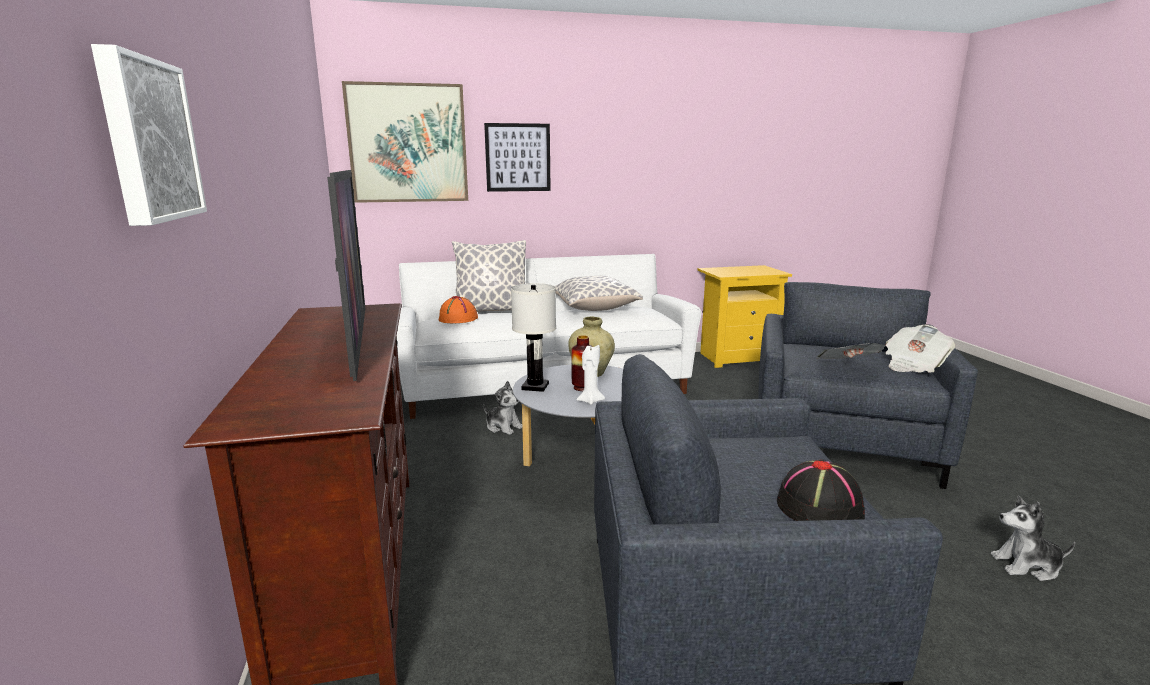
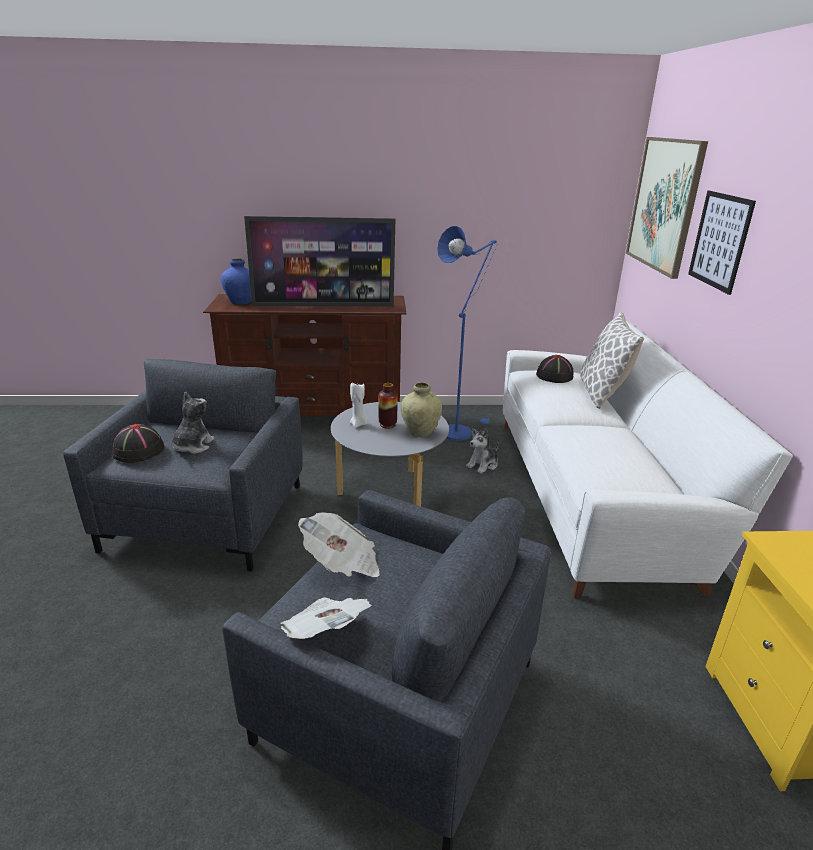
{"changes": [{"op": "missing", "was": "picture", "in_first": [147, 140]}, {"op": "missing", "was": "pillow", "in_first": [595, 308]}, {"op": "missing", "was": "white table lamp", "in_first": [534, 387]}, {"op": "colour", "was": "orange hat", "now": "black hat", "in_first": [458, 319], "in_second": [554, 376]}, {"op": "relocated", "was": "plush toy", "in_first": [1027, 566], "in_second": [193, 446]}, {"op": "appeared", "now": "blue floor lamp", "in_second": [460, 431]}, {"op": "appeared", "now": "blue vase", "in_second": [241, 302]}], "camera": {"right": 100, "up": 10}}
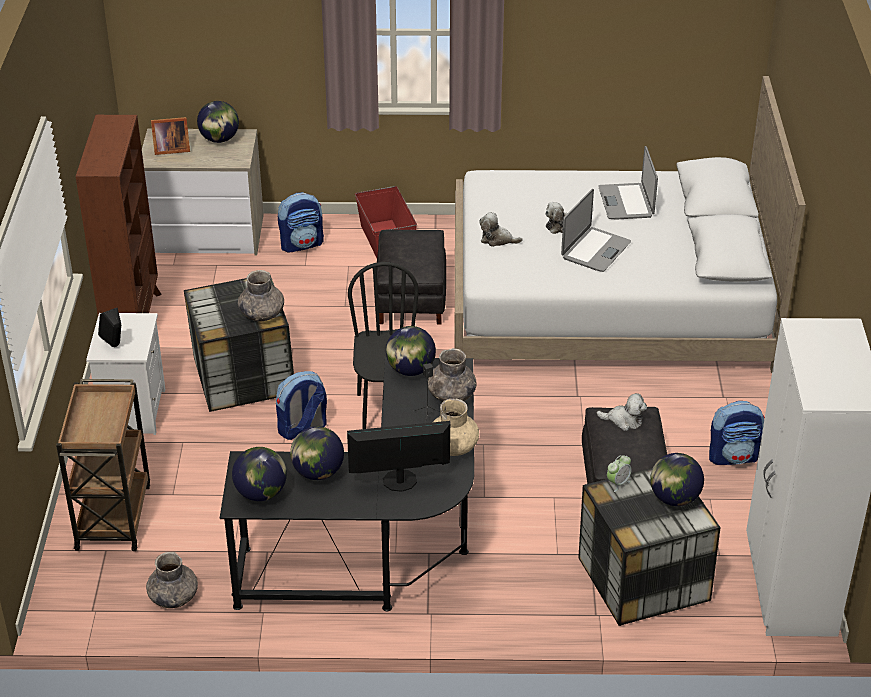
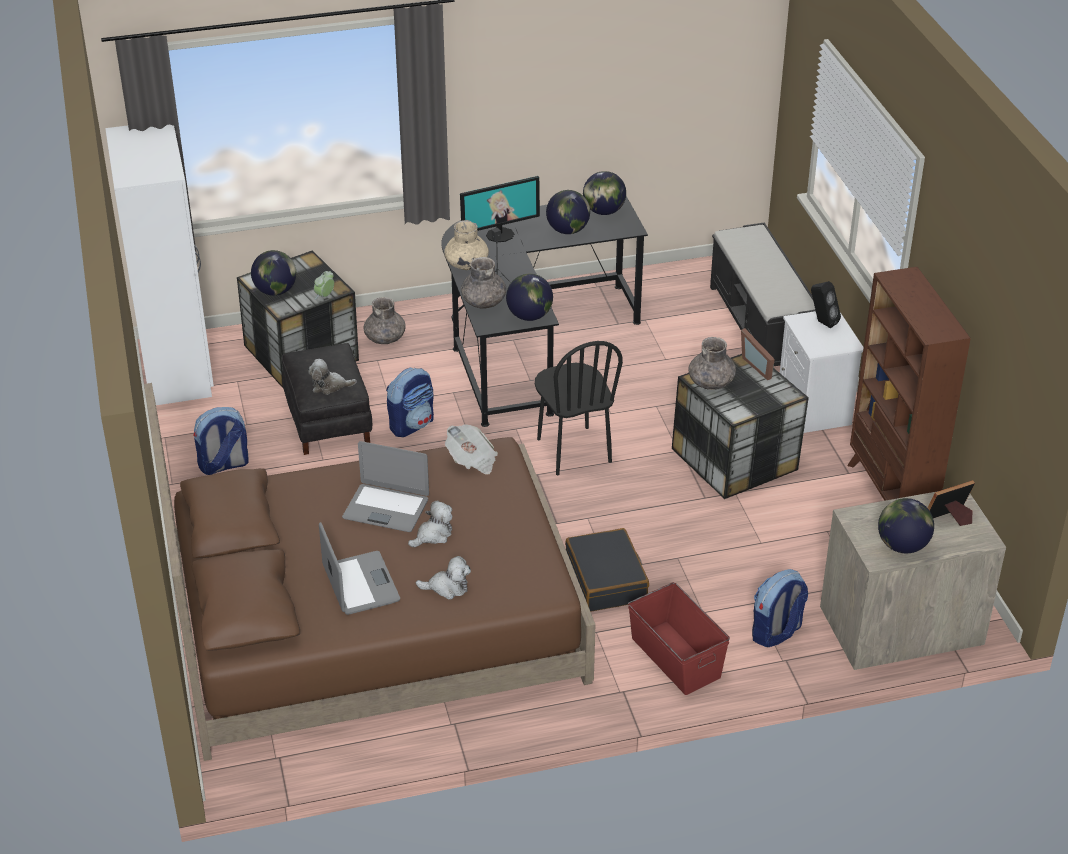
{"changes": [{"op": "colour", "was": "white bed", "now": "brown bed", "in_first": [608, 300], "in_second": [375, 622]}, {"op": "spun", "was": "laptop", "in_first": [595, 250], "in_second": [386, 508], "clockwise": -90}, {"op": "relocated", "was": "plush toy", "in_first": [497, 239], "in_second": [447, 587]}, {"op": "exchanged", "was": "black ottoman", "now": "black suitcase", "in_first": [411, 299], "in_second": [606, 580]}, {"op": "relocated", "was": "backpack", "in_first": [302, 429], "in_second": [412, 424]}, {"op": "exchanged", "was": "brown cart", "now": "black bench", "in_first": [113, 515], "in_second": [761, 327]}, {"op": "relocated", "was": "grey vase", "in_first": [173, 596], "in_second": [385, 338]}, {"op": "appeared", "now": "picture frame", "in_second": [759, 365]}, {"op": "appeared", "now": "newspaper", "in_second": [472, 460]}], "camera": {"right": 165, "up": 0}}
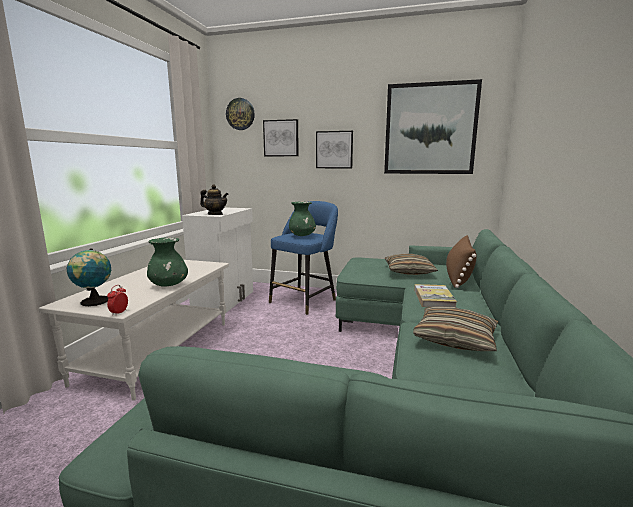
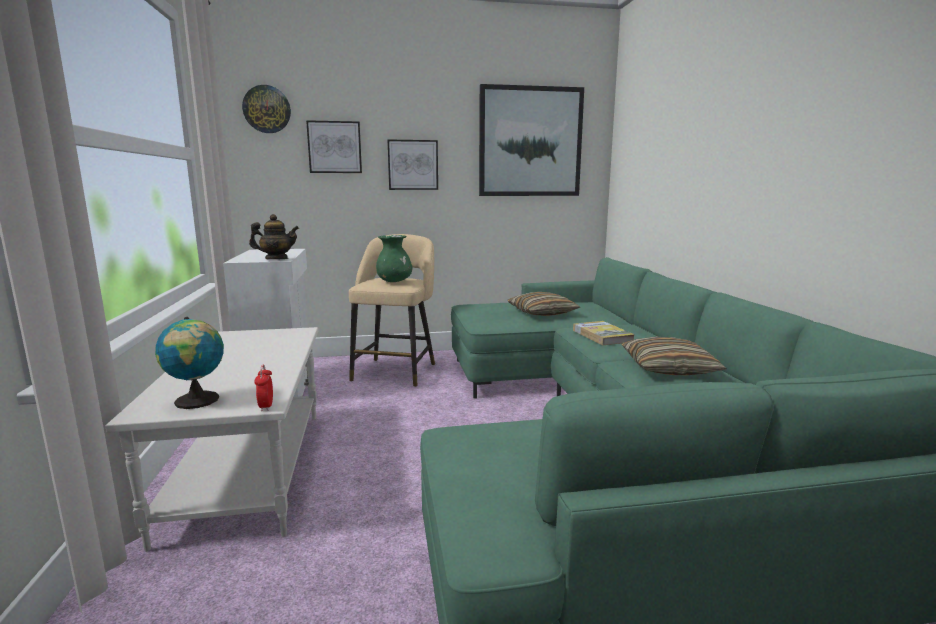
{"changes": [{"op": "colour", "was": "blue stool", "now": "beige stool", "in_first": [305, 300], "in_second": [396, 370]}, {"op": "missing", "was": "brown pillow", "in_first": [458, 276]}, {"op": "missing", "was": "green vase", "in_first": [169, 285]}], "camera": {"right": -25, "up": 0}}
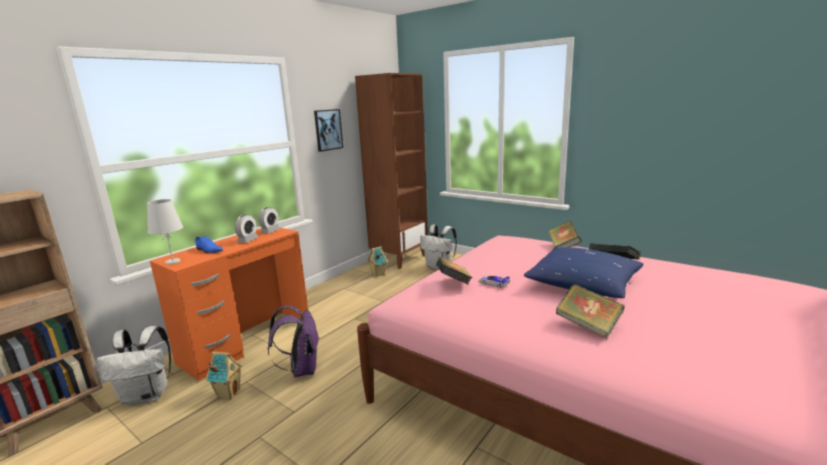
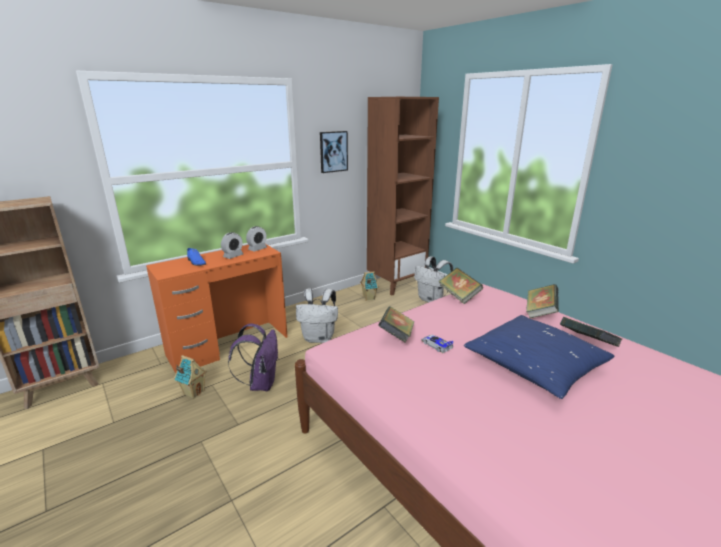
{"changes": [{"op": "missing", "was": "white table lamp", "in_first": [172, 261]}, {"op": "relocated", "was": "book", "in_first": [588, 325], "in_second": [459, 296]}, {"op": "relocated", "was": "white backpack", "in_first": [147, 395], "in_second": [319, 338]}], "camera": {"right": 15, "up": 5}}
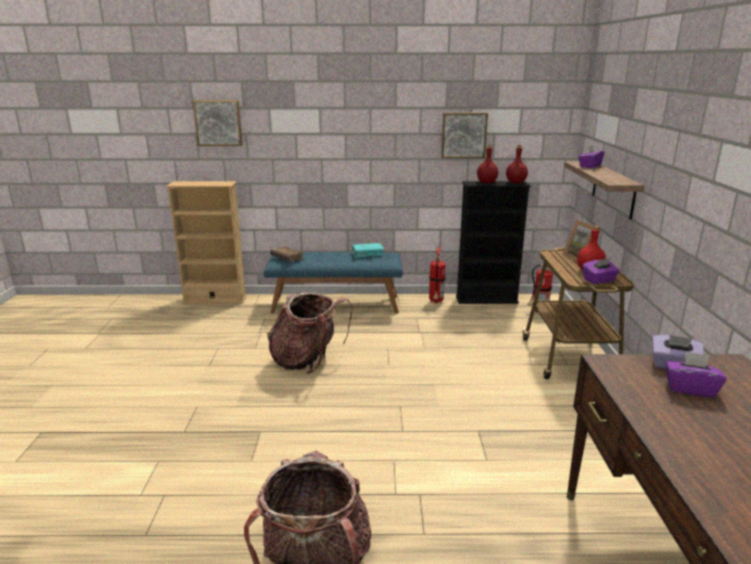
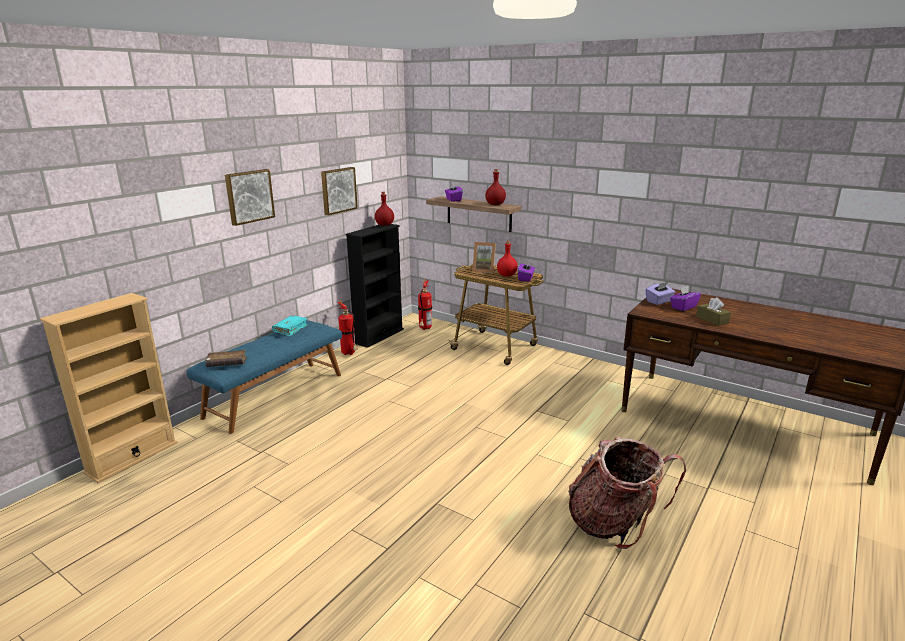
{"changes": [{"op": "relocated", "was": "picture", "in_first": [218, 123], "in_second": [249, 196]}, {"op": "relocated", "was": "red bottle", "in_first": [487, 182], "in_second": [495, 204]}, {"op": "missing", "was": "backpack", "in_first": [307, 360]}, {"op": "appeared", "now": "brown tissue box", "in_second": [712, 320]}], "camera": {"right": -55, "up": 0}}
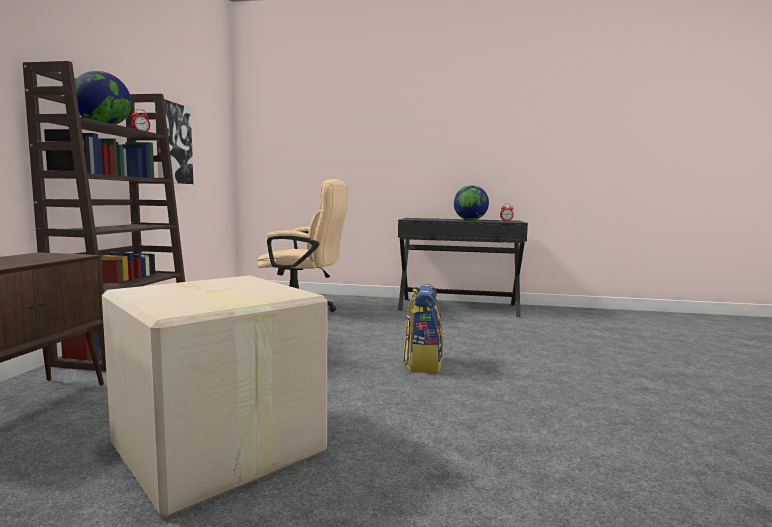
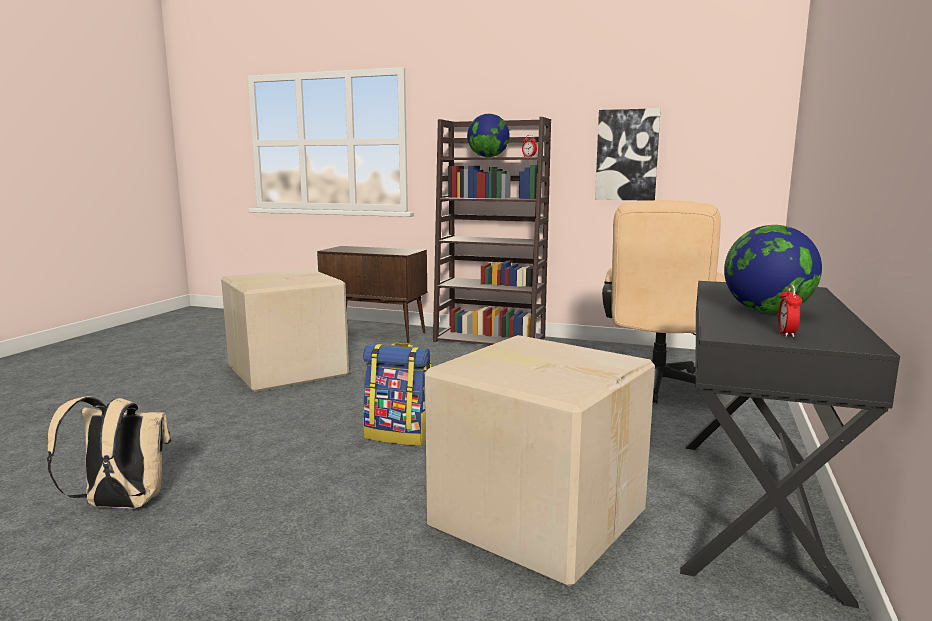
{"changes": [{"op": "appeared", "now": "cardboard box", "in_second": [536, 517]}, {"op": "appeared", "now": "beige backpack", "in_second": [121, 505]}], "camera": {"right": 100, "up": 5}}
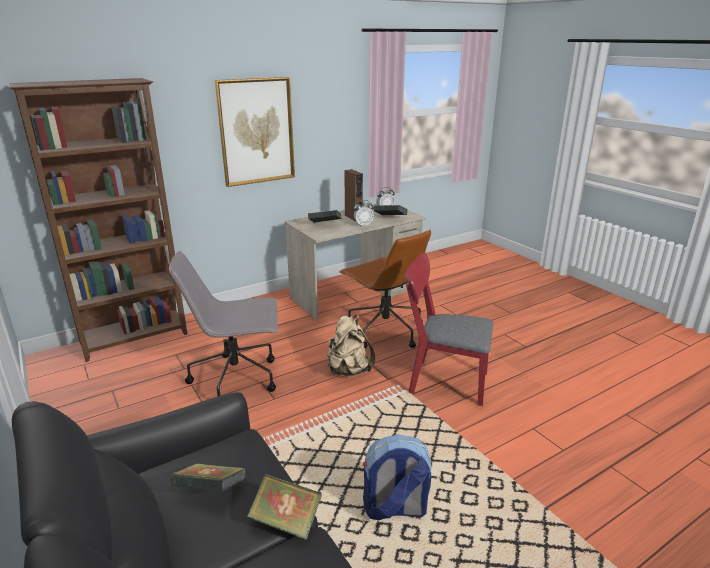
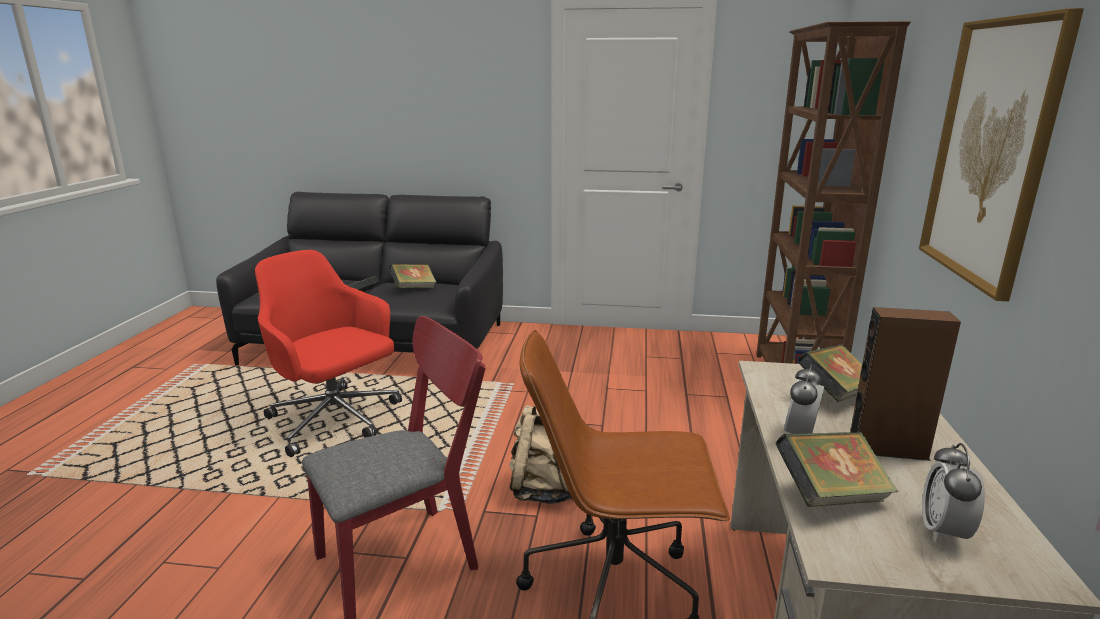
{"changes": [{"op": "missing", "was": "grey office chair", "in_first": [237, 378]}, {"op": "exchanged", "was": "backpack", "now": "red office chair", "in_first": [394, 509], "in_second": [335, 420]}], "camera": {"right": 130, "up": -5}}
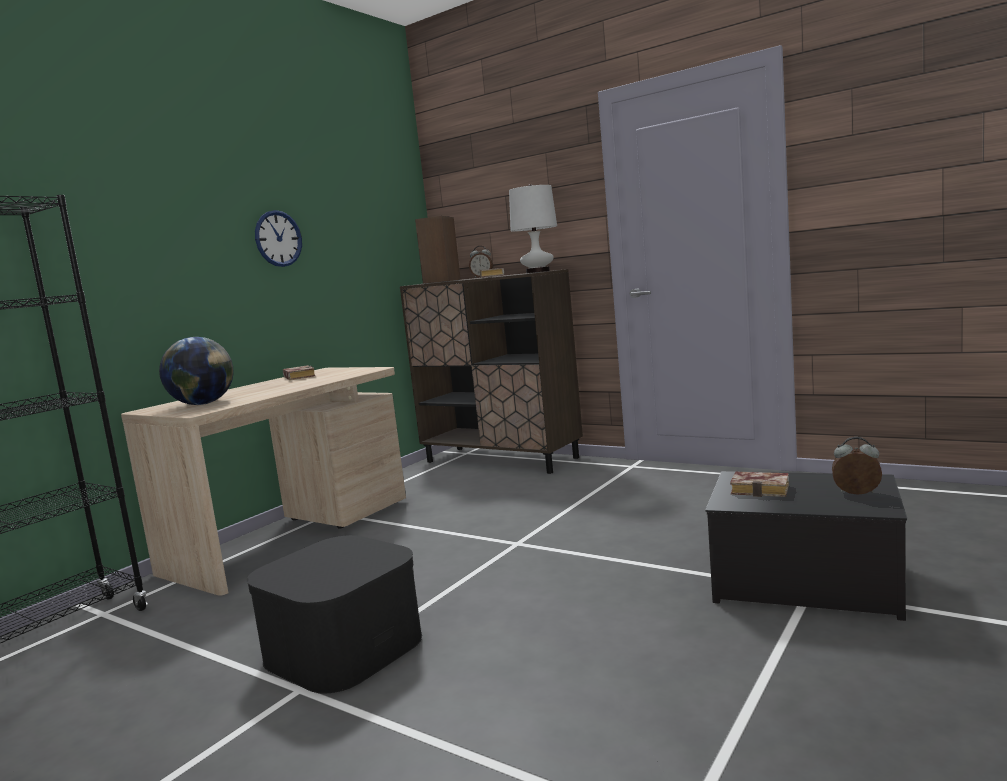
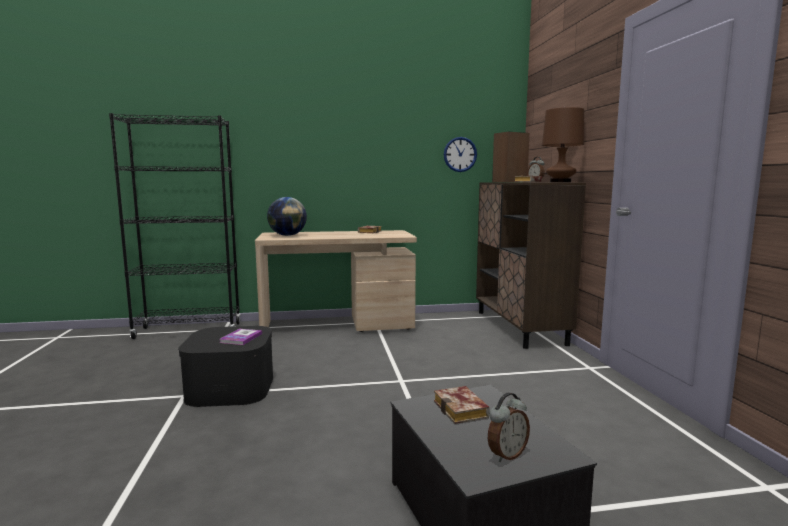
{"changes": [{"op": "colour", "was": "white table lamp", "now": "brown table lamp", "in_first": [537, 271], "in_second": [560, 182]}, {"op": "relocated", "was": "wall clock", "in_first": [278, 238], "in_second": [460, 154]}, {"op": "spun", "was": "alarm clock", "in_first": [857, 493], "in_second": [506, 455], "clockwise": 75}, {"op": "appeared", "now": "book", "in_second": [241, 338]}], "camera": {"right": 45, "up": 0}}
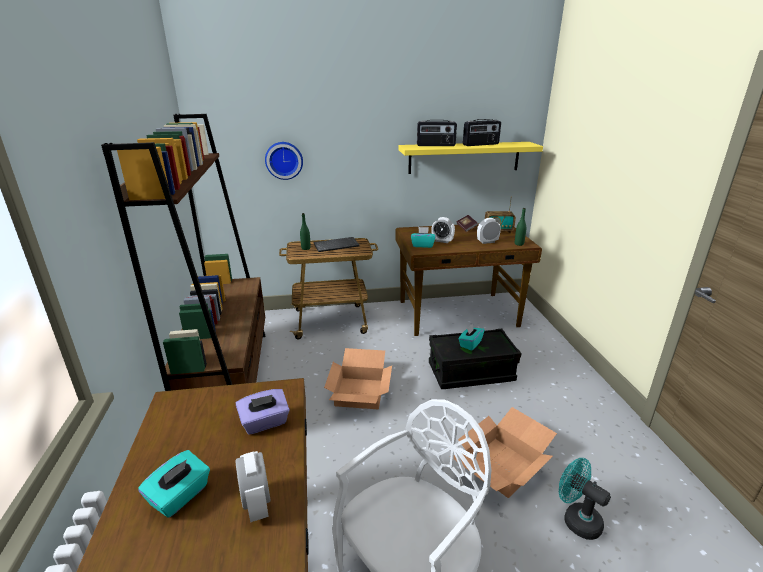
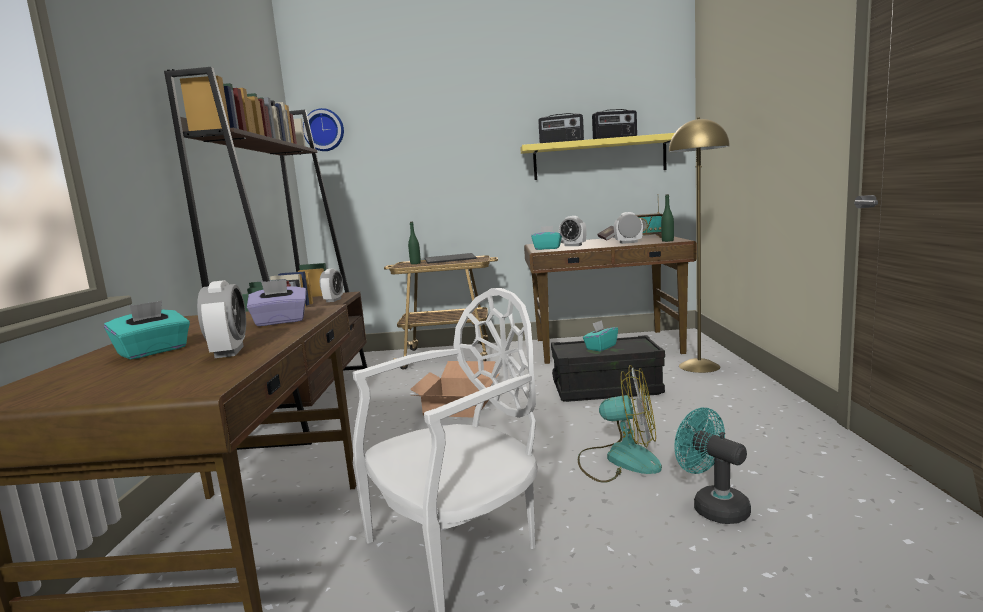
{"changes": [{"op": "relocated", "was": "wall clock", "in_first": [284, 160], "in_second": [324, 130]}, {"op": "exchanged", "was": "cardboard box", "now": "fan", "in_first": [501, 465], "in_second": [619, 460]}, {"op": "appeared", "now": "yellow floor lamp", "in_second": [699, 366]}, {"op": "appeared", "now": "alarm clock", "in_second": [333, 300]}], "camera": {"right": 10, "up": -15}}
